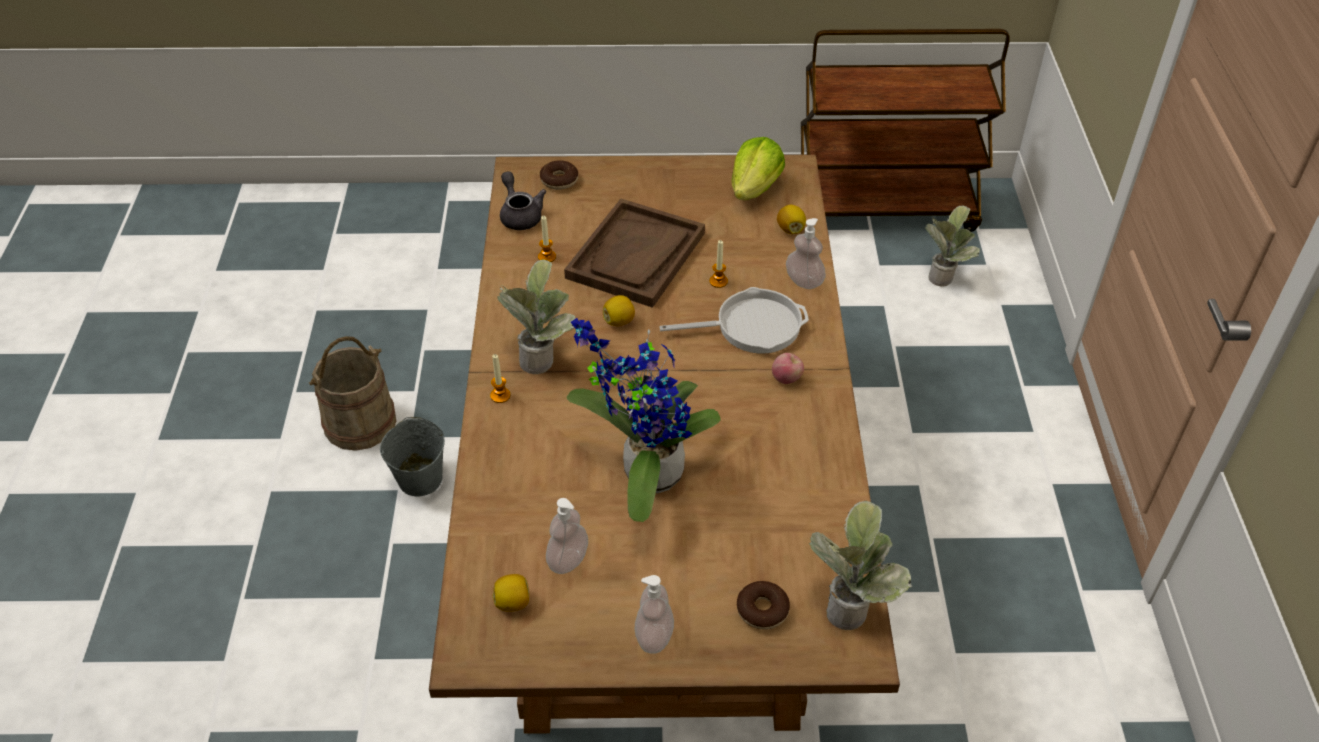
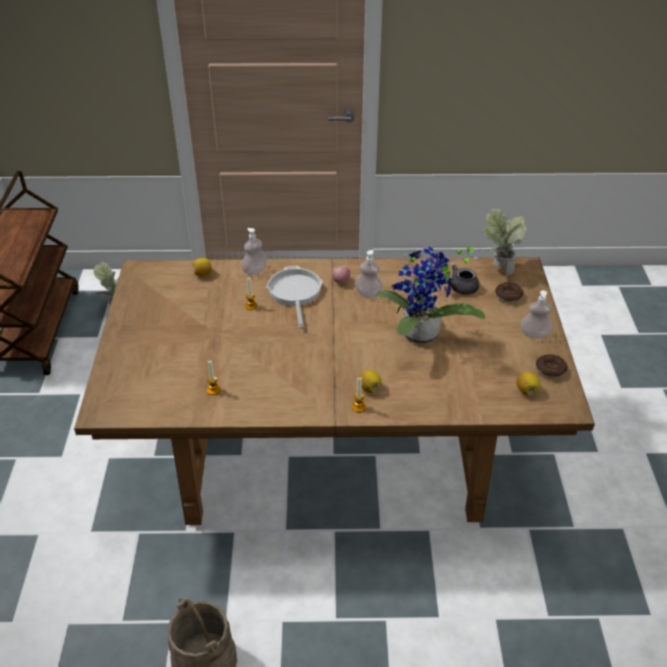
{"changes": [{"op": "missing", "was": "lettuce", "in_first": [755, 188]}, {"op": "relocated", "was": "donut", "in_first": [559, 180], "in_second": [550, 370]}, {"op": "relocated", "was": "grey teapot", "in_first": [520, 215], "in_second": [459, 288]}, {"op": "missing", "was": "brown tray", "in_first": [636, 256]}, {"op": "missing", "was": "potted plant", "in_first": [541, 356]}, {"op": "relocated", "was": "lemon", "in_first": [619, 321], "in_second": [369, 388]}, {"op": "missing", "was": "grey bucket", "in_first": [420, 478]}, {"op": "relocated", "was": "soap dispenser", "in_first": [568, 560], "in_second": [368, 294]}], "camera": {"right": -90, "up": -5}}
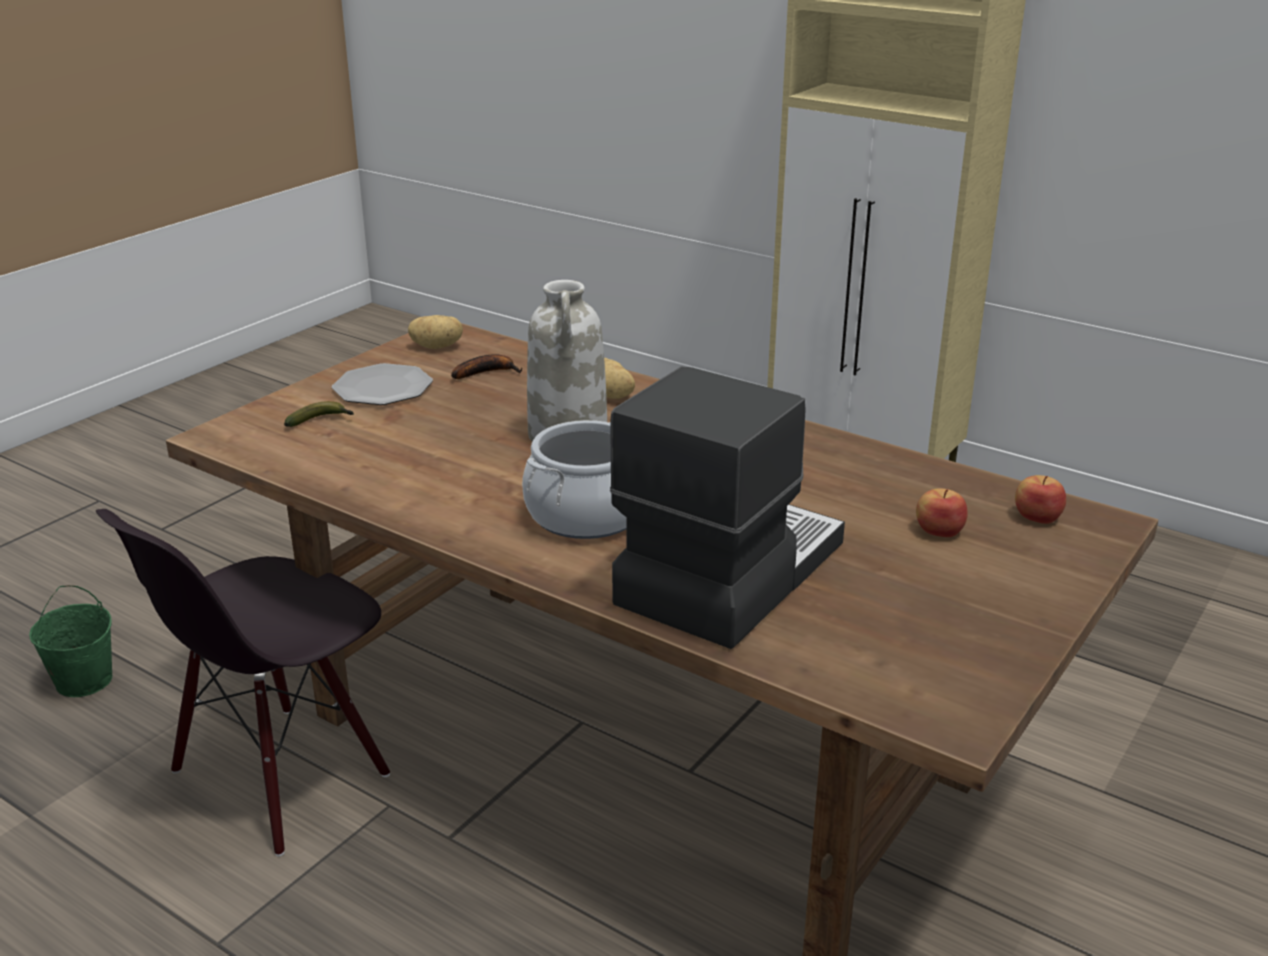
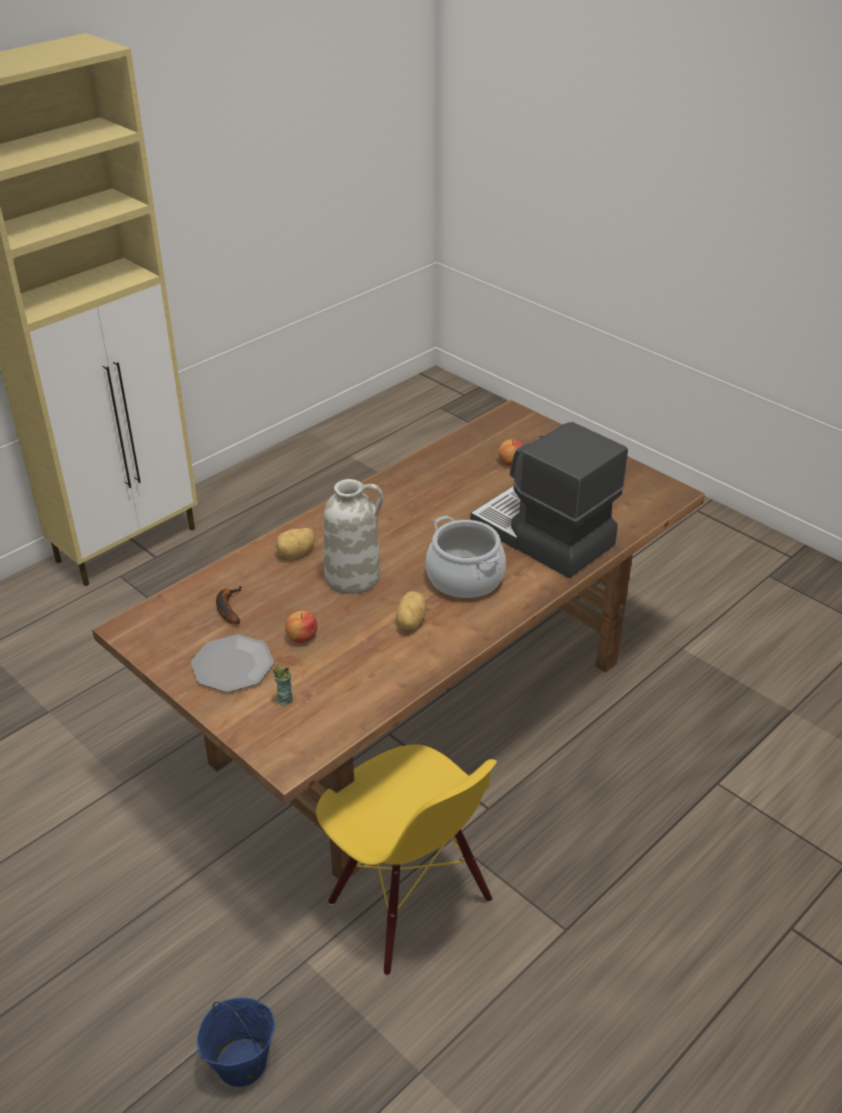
{"changes": [{"op": "relocated", "was": "potato", "in_first": [437, 346], "in_second": [409, 621]}, {"op": "exchanged", "was": "banana", "now": "cup", "in_first": [321, 421], "in_second": [284, 699]}, {"op": "relocated", "was": "apple", "in_first": [1037, 516], "in_second": [302, 637]}, {"op": "colour", "was": "black chair", "now": "yellow chair", "in_first": [280, 776], "in_second": [408, 903]}, {"op": "colour", "was": "green bucket", "now": "blue bucket", "in_first": [83, 680], "in_second": [240, 1063]}], "camera": {"right": -80, "up": 10}}
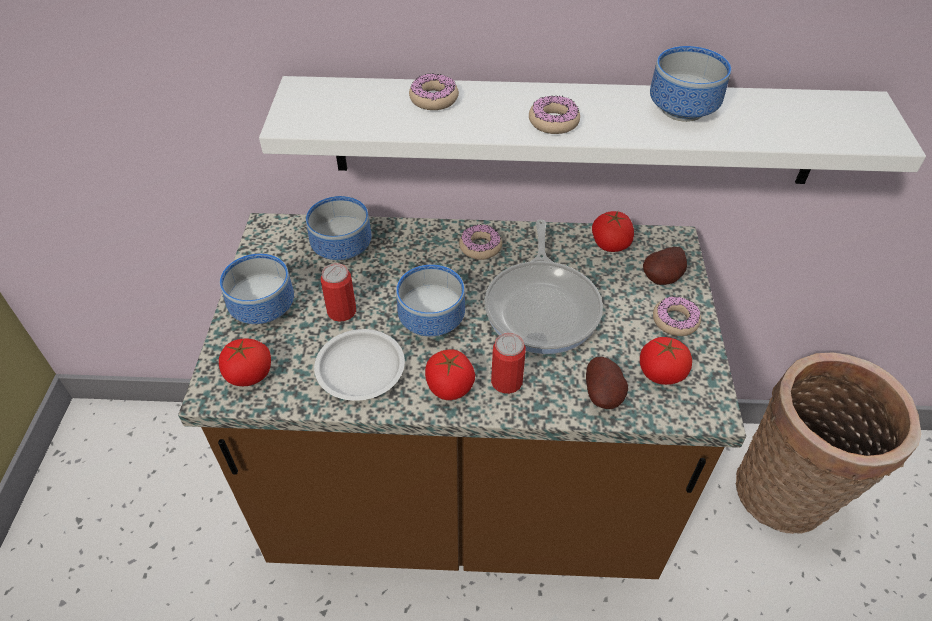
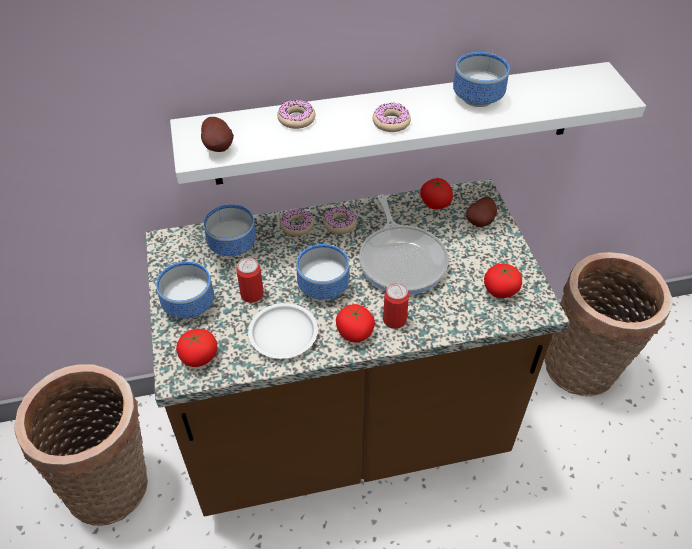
{"changes": [{"op": "relocated", "was": "donut", "in_first": [675, 320], "in_second": [297, 226]}, {"op": "relocated", "was": "potato", "in_first": [604, 395], "in_second": [219, 147]}, {"op": "appeared", "now": "basket", "in_second": [113, 484]}], "camera": {"right": -15, "up": 0}}
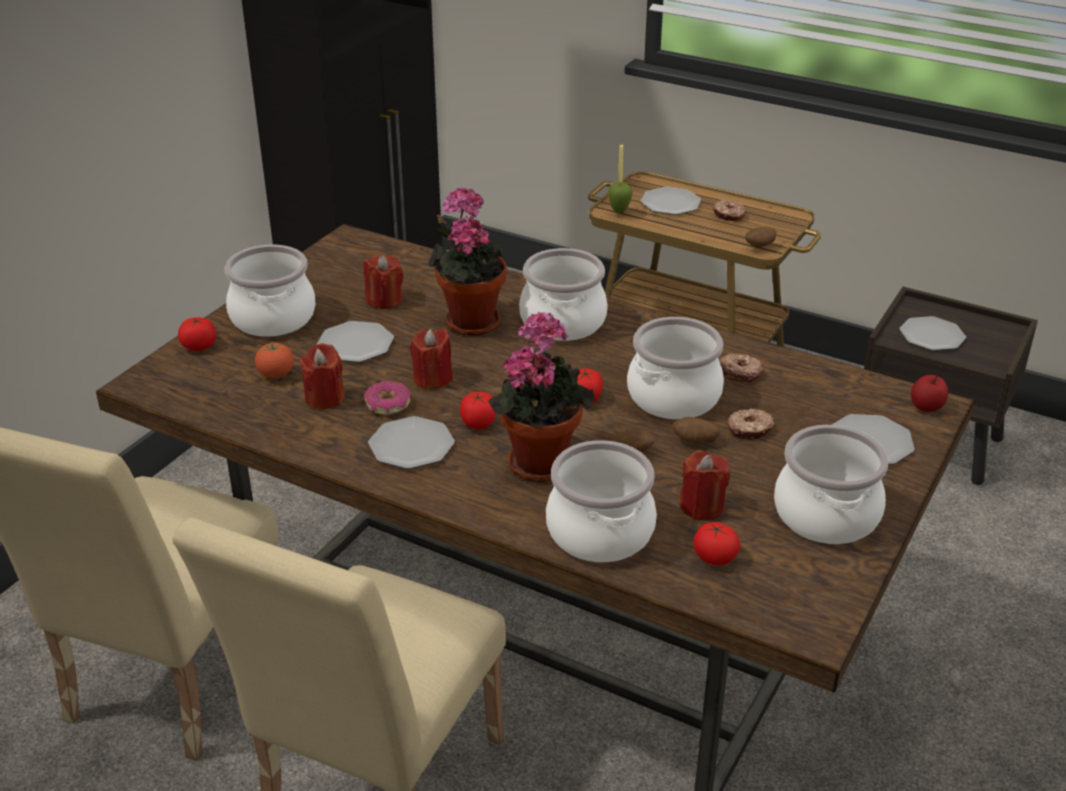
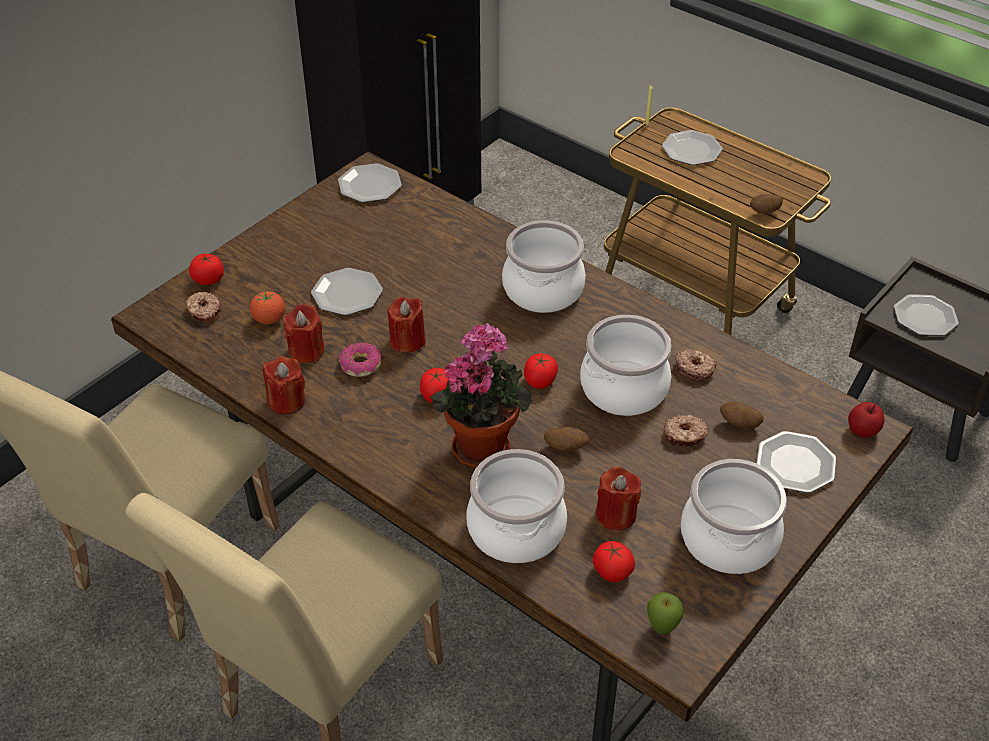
{"changes": [{"op": "relocated", "was": "apple", "in_first": [619, 212], "in_second": [662, 628]}, {"op": "missing", "was": "potted plant", "in_first": [469, 320]}, {"op": "relocated", "was": "donut", "in_first": [728, 215], "in_second": [204, 311]}, {"op": "missing", "was": "cooking pot", "in_first": [274, 318]}, {"op": "relocated", "was": "red candle", "in_first": [384, 300], "in_second": [286, 401]}, {"op": "relocated", "was": "plate", "in_first": [412, 446], "in_second": [370, 186]}, {"op": "relocated", "was": "potato", "in_first": [694, 442], "in_second": [739, 424]}], "camera": {"right": 10, "up": 10}}
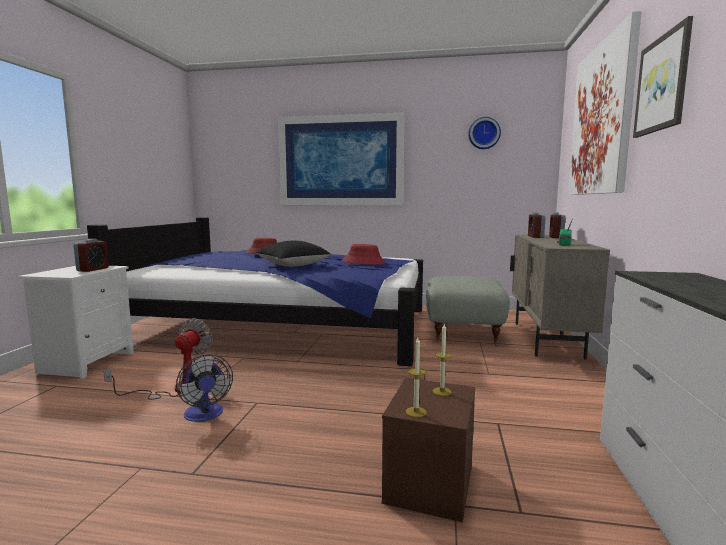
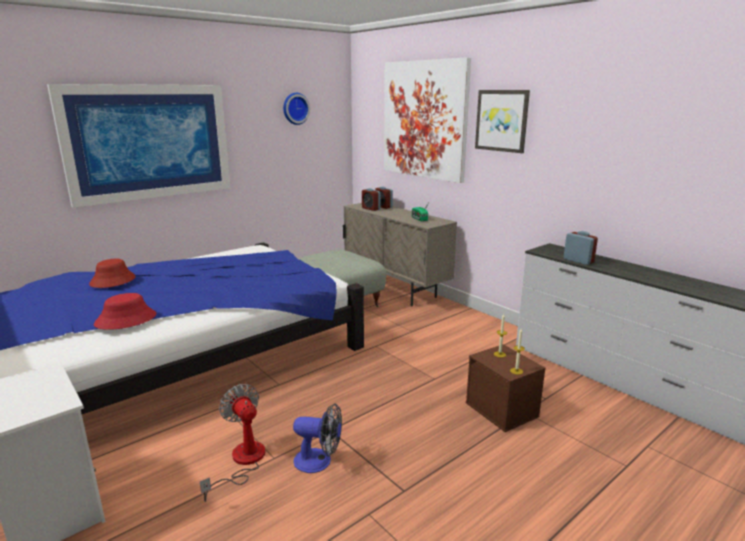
{"changes": [{"op": "relocated", "was": "alarm clock", "in_first": [93, 269], "in_second": [578, 261]}, {"op": "missing", "was": "black pillow", "in_first": [293, 265]}, {"op": "relocated", "was": "red hat", "in_first": [363, 262], "in_second": [126, 320]}], "camera": {"right": -50, "up": 10}}
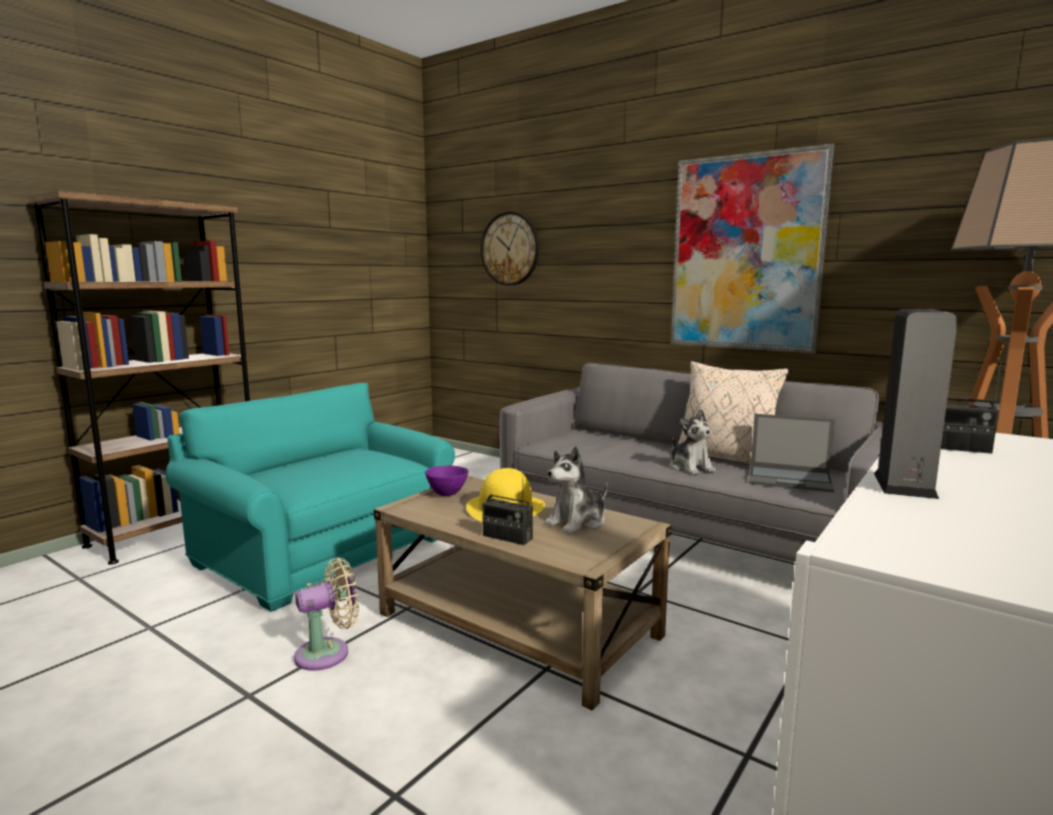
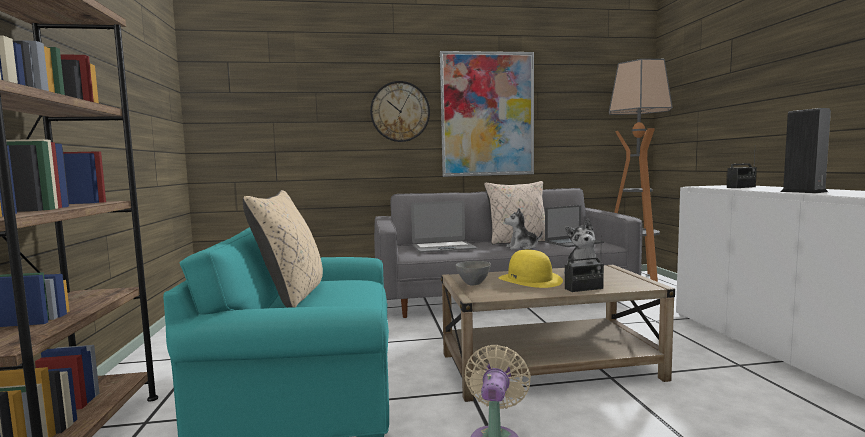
{"changes": [{"op": "relocated", "was": "wall clock", "in_first": [510, 249], "in_second": [400, 111]}, {"op": "spun", "was": "plush toy", "in_first": [690, 467], "in_second": [522, 247], "clockwise": 150}, {"op": "colour", "was": "purple bowl", "now": "grey bowl", "in_first": [447, 493], "in_second": [473, 283]}, {"op": "appeared", "now": "beige pillow", "in_second": [292, 295]}, {"op": "appeared", "now": "laptop", "in_second": [443, 248]}], "camera": {"right": -45, "up": -5}}
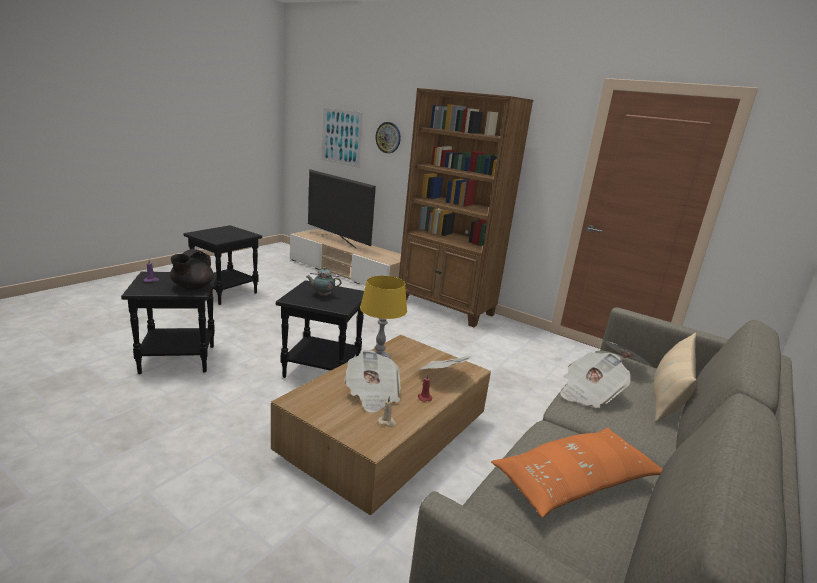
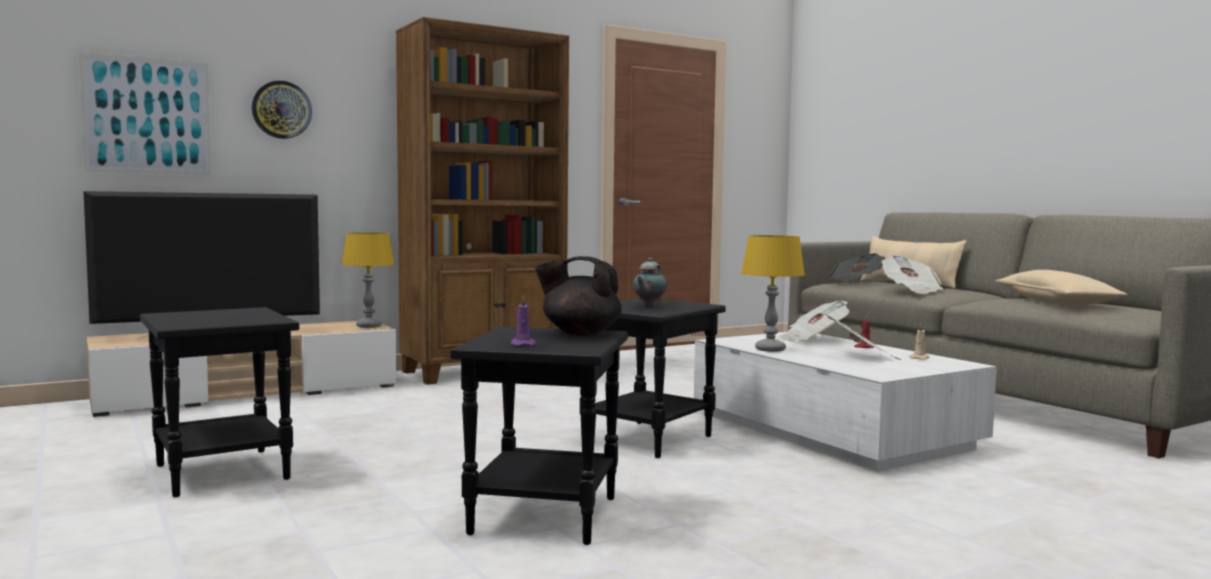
{"changes": [{"op": "spun", "was": "black teapot", "in_first": [192, 287], "in_second": [580, 333], "clockwise": 150}, {"op": "colour", "was": "brown coffee table", "now": "white coffee table", "in_first": [385, 437], "in_second": [832, 431]}, {"op": "colour", "was": "orange pillow", "now": "beige pillow", "in_first": [575, 482], "in_second": [1056, 302]}, {"op": "appeared", "now": "yellow table lamp", "in_second": [369, 326]}], "camera": {"right": -65, "up": -15}}
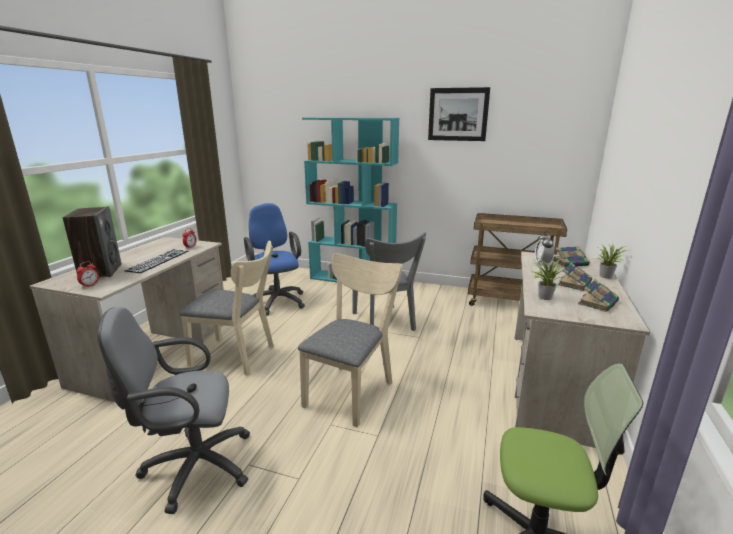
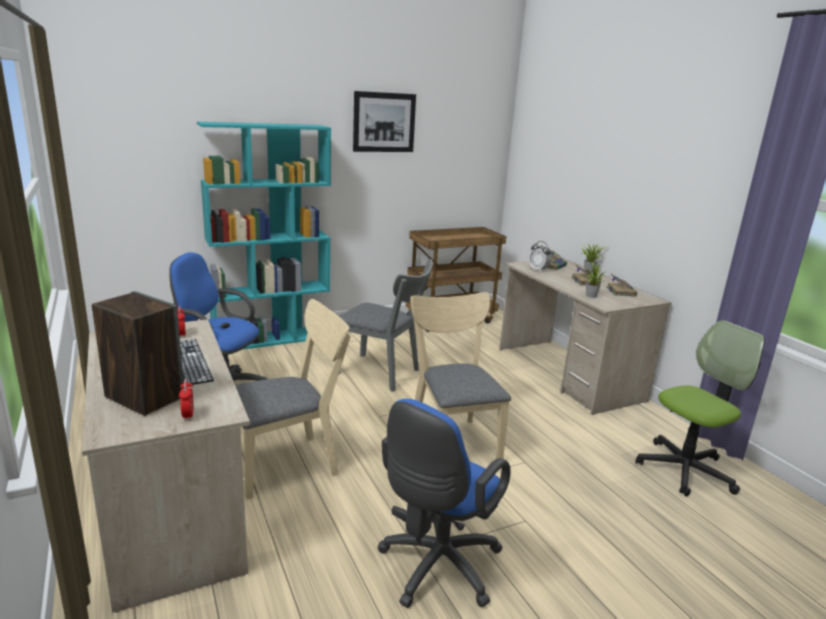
{"changes": [{"op": "colour", "was": "grey office chair", "now": "blue office chair", "in_first": [192, 467], "in_second": [435, 568]}], "camera": {"right": -45, "up": 0}}
